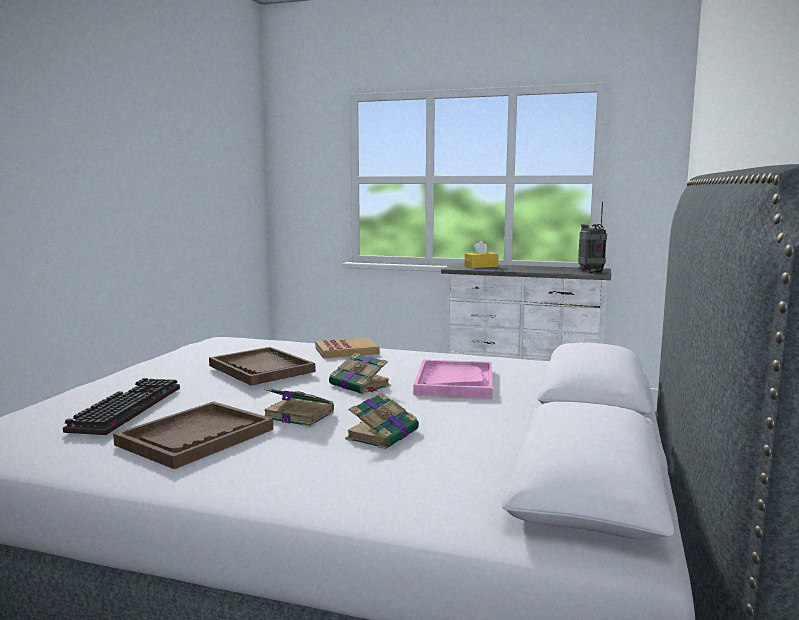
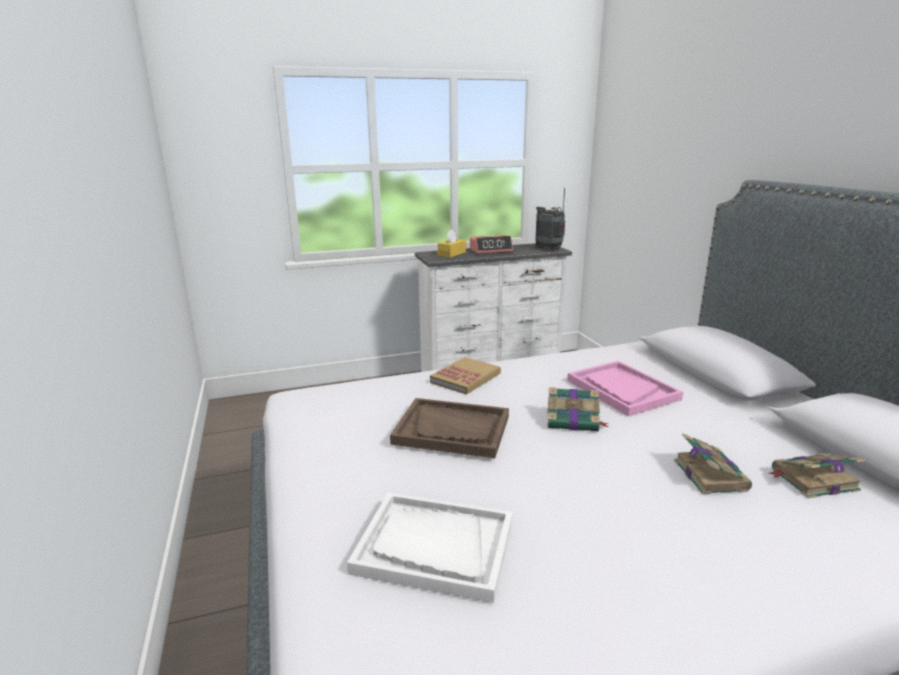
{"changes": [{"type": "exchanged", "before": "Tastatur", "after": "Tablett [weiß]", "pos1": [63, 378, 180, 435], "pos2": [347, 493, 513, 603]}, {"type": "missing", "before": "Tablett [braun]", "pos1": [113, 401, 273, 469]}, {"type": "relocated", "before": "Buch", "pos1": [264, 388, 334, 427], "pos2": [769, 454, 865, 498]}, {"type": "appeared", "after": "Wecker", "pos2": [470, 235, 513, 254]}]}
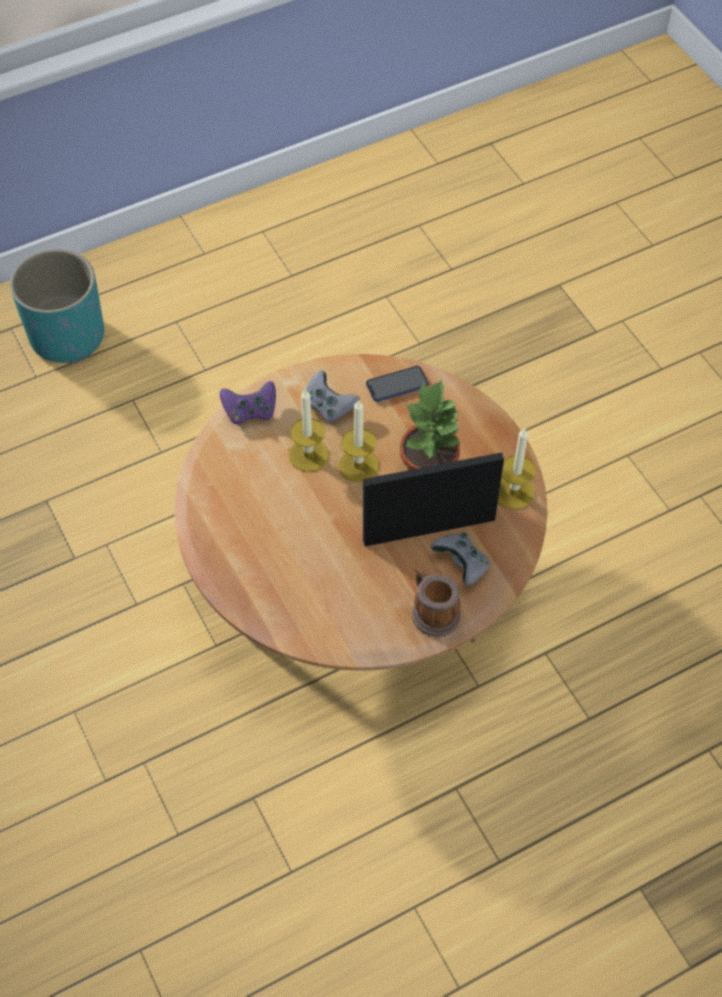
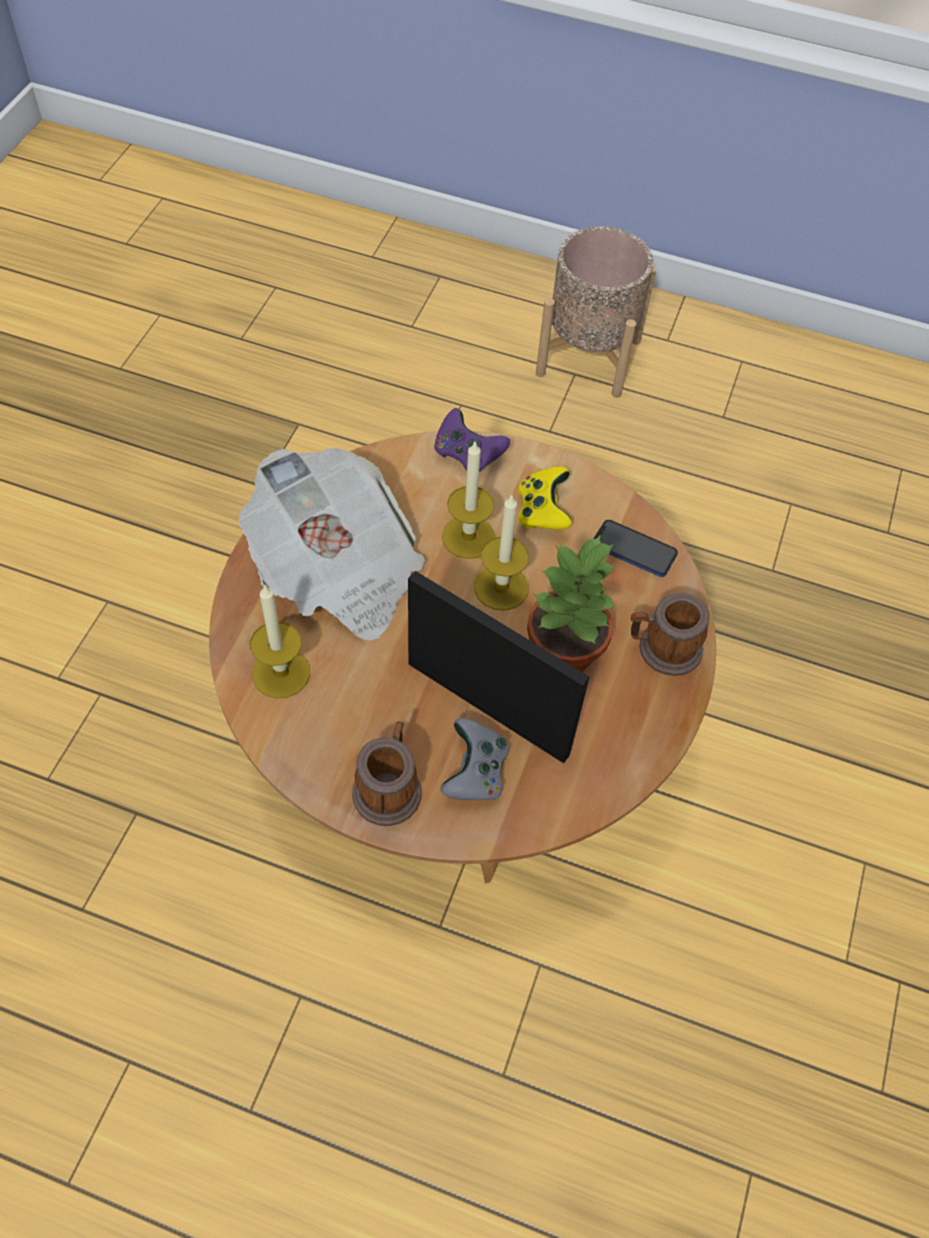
{"changes": [{"type": "missing", "before": "Pflanzkübel [türkis]", "pos1": [10, 249, 104, 364]}, {"type": "colour", "before": "Gamepad [grau]", "after": "Gamepad [gelb]", "pos1": [306, 370, 360, 423], "pos2": [518, 466, 572, 530]}, {"type": "relocated", "before": "Kerze", "pos1": [498, 427, 536, 510], "pos2": [250, 585, 310, 699]}, {"type": "appeared", "after": "Zeitung", "pos2": [239, 448, 425, 641]}, {"type": "appeared", "after": "Pflanzkübel [beige]", "pos2": [536, 226, 656, 398]}, {"type": "appeared", "after": "Henkelbecher", "pos2": [631, 593, 710, 676]}]}
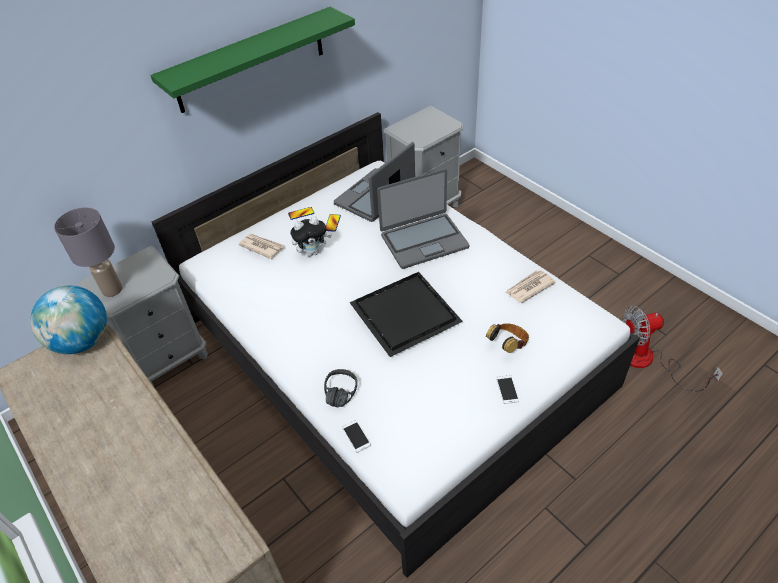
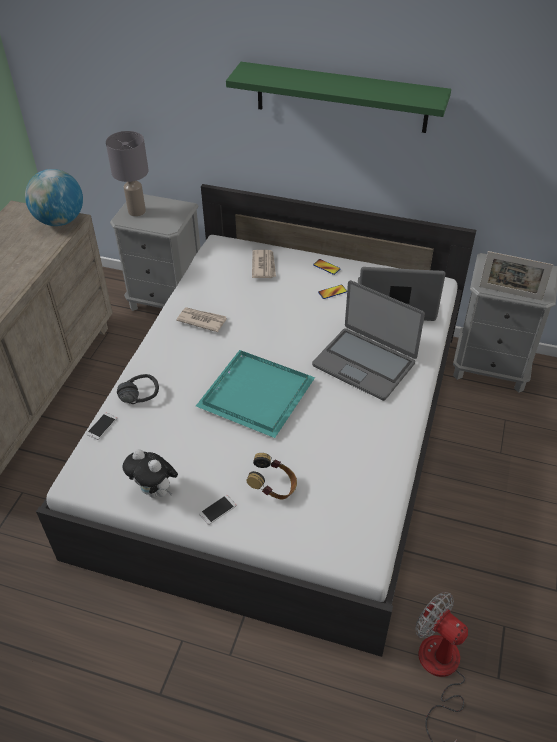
{"changes": [{"type": "relocated", "before": "Plüschtier", "pos1": [290, 217, 332, 256], "pos2": [122, 449, 178, 498]}, {"type": "colour", "before": "Tablett [schwarz]", "after": "Tablett [türkis]", "pos1": [349, 272, 463, 357], "pos2": [196, 350, 315, 438]}, {"type": "relocated", "before": "Zeitung", "pos1": [505, 270, 556, 303], "pos2": [176, 307, 227, 332]}, {"type": "appeared", "after": "Bilderrahmen", "pos2": [479, 251, 553, 300]}]}
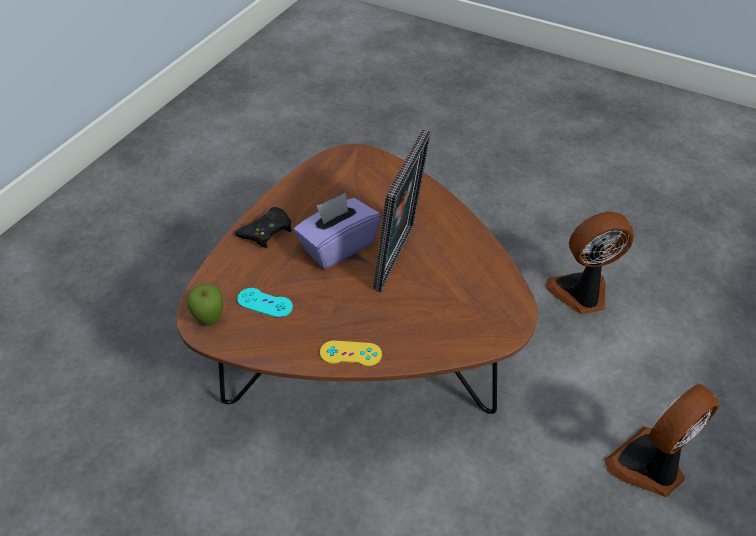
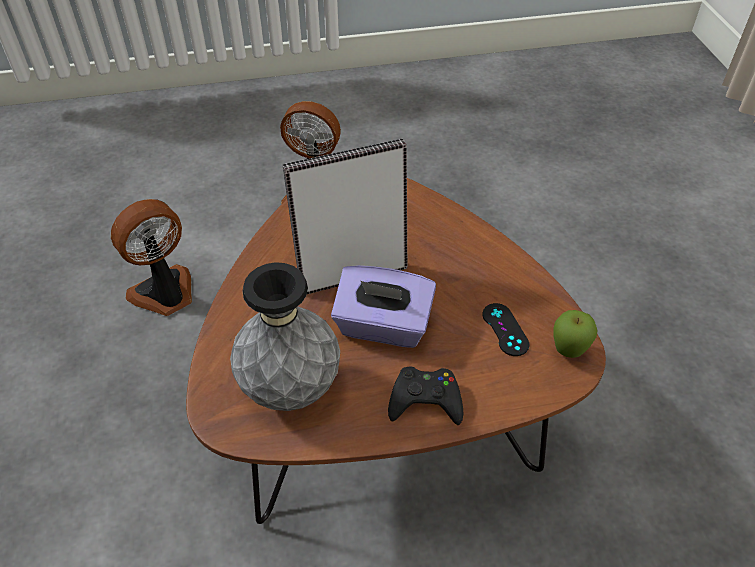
{"changes": [{"type": "colour", "before": "Gamepad [türkis]", "after": "Gamepad [schwarz]", "pos1": [237, 288, 293, 318], "pos2": [482, 303, 530, 356]}, {"type": "missing", "before": "Gamepad [gelb]", "pos1": [320, 341, 382, 366]}, {"type": "spun", "before": "Ventilator", "pos1": [545, 212, 634, 315], "pos2": [111, 199, 192, 316], "turn": 105}, {"type": "appeared", "after": "Vase [grau]", "pos2": [230, 262, 340, 411]}]}
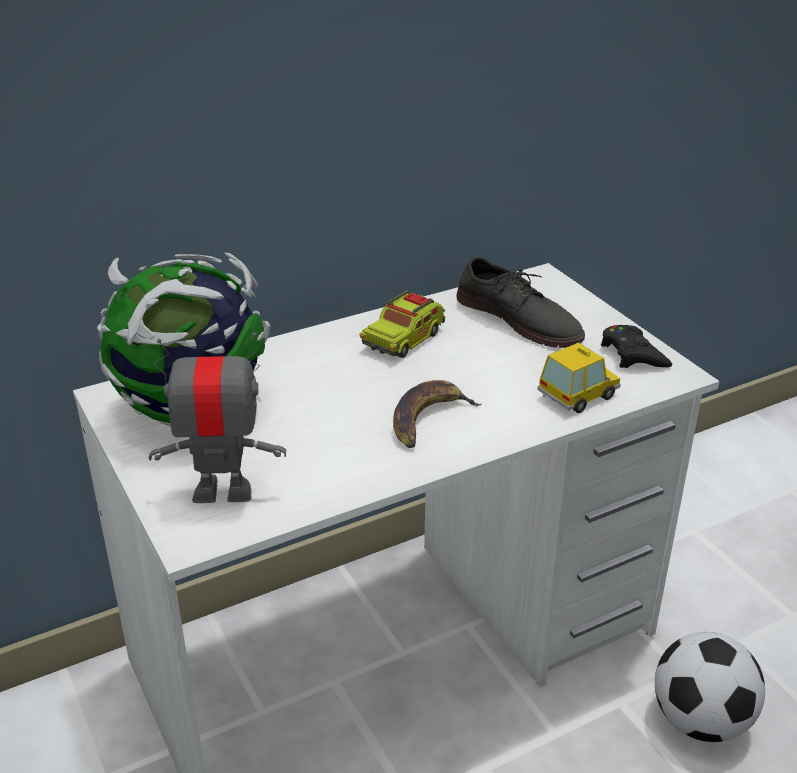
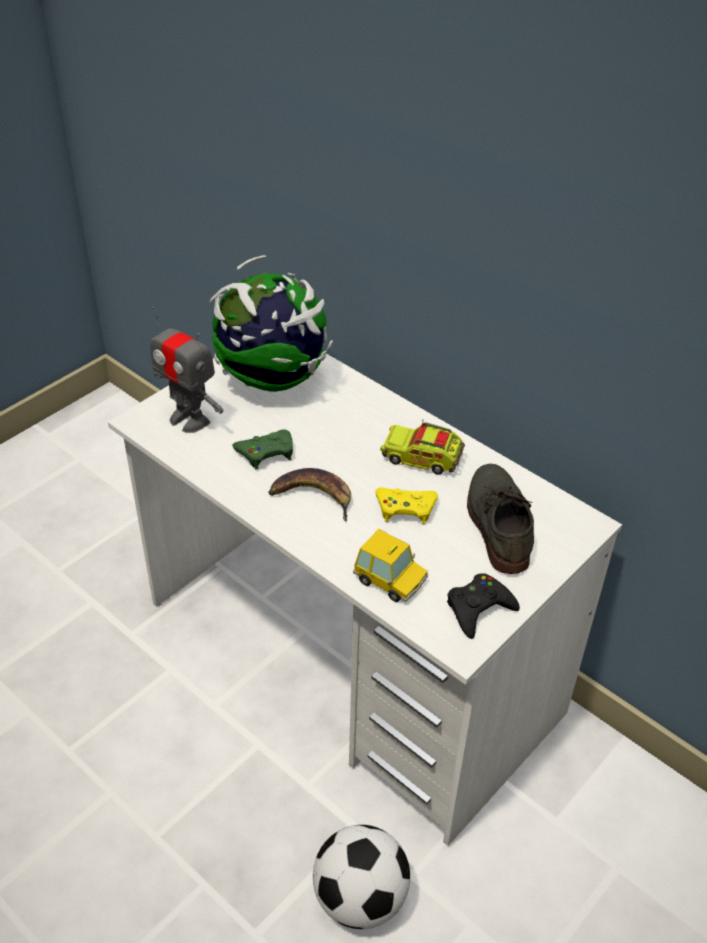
{"changes": [{"type": "spun", "before": "Spielzeugroboter", "pos1": [149, 332, 286, 503], "pos2": [150, 306, 223, 433], "turn": 150}, {"type": "spun", "before": "Schuh [grau]", "pos1": [456, 257, 585, 348], "pos2": [467, 464, 534, 574], "turn": 150}, {"type": "appeared", "after": "Gamepad [grün]", "pos2": [232, 429, 293, 470]}, {"type": "appeared", "after": "Gamepad [gelb]", "pos2": [376, 488, 438, 524]}]}
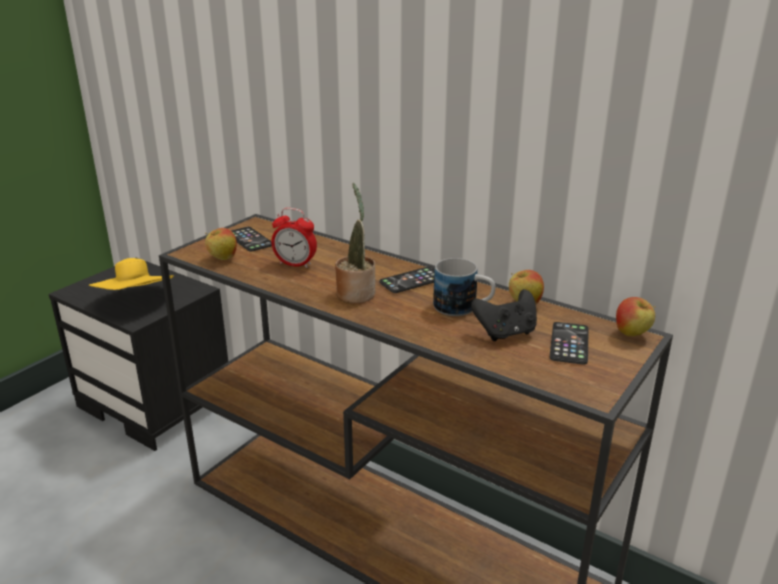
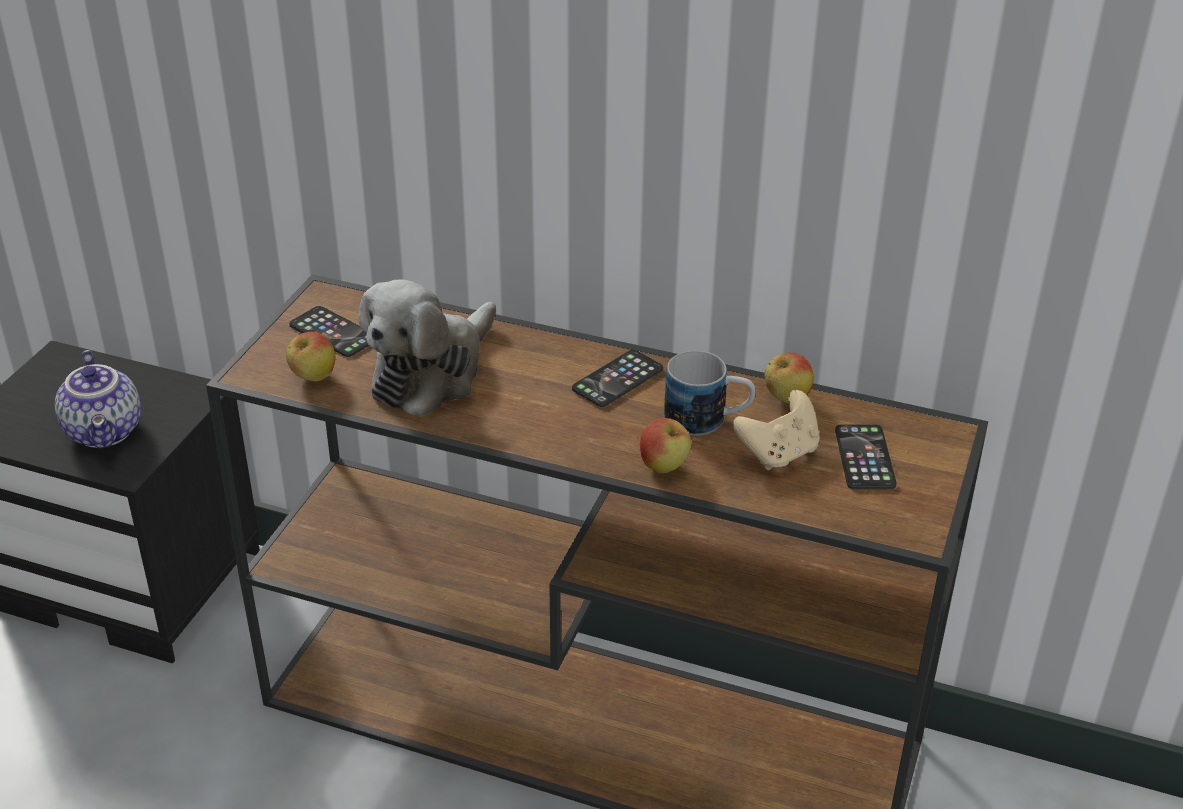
{"changes": [{"type": "exchanged", "before": "Hut [gelb]", "after": "Teekanne", "pos1": [89, 258, 174, 290], "pos2": [55, 350, 141, 449]}, {"type": "exchanged", "before": "Wecker", "after": "Plüschtier", "pos1": [271, 208, 317, 268], "pos2": [359, 279, 496, 417]}, {"type": "missing", "before": "Topfpflanze", "pos1": [335, 183, 375, 303]}, {"type": "colour", "before": "Gamepad [schwarz]", "after": "Gamepad [beige]", "pos1": [471, 289, 537, 341], "pos2": [733, 390, 820, 470]}, {"type": "relocated", "before": "Apfel", "pos1": [616, 297, 656, 336], "pos2": [640, 418, 691, 473]}]}
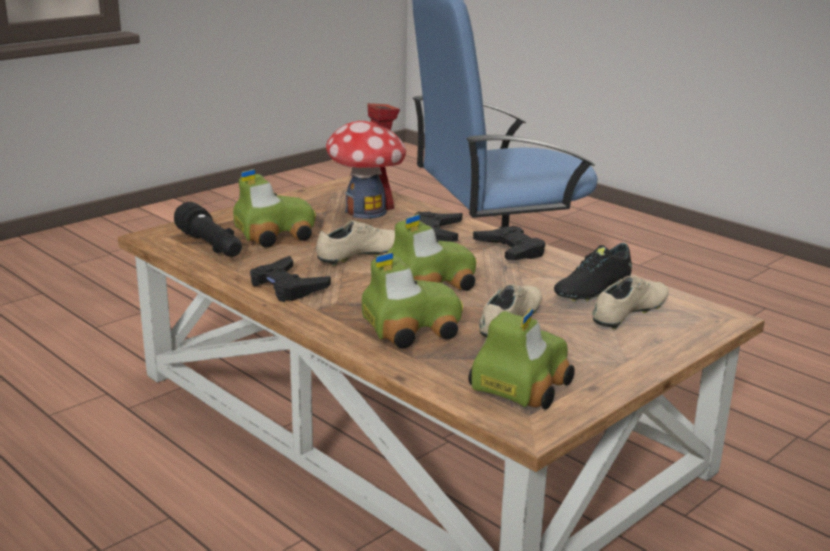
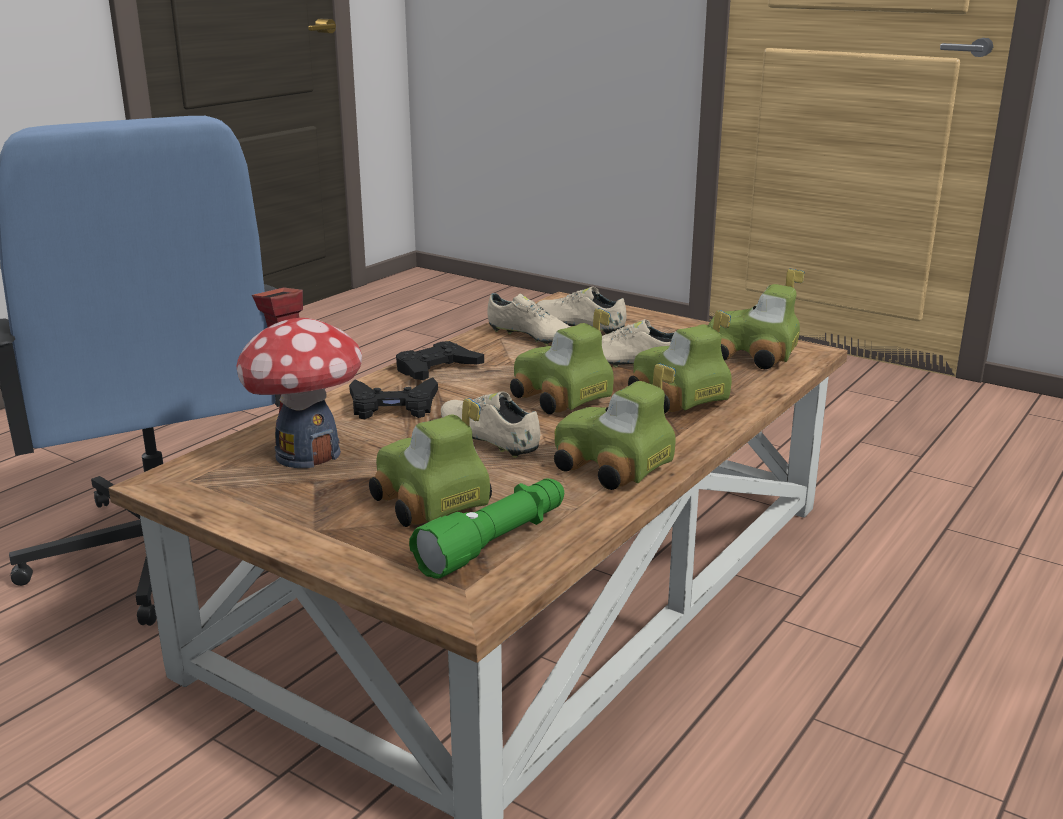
{"changes": [{"type": "colour", "before": "Taschenlampe [schwarz]", "after": "Taschenlampe [grün]", "pos1": [174, 202, 242, 257], "pos2": [409, 479, 564, 579]}, {"type": "exchanged", "before": "Gamepad [schwarz]", "after": "Spielzeugauto", "pos1": [250, 256, 331, 302], "pos2": [554, 363, 676, 490]}, {"type": "colour", "before": "Schuh [schwarz]", "after": "Schuh [beige]", "pos1": [554, 243, 632, 302], "pos2": [487, 293, 570, 346]}]}
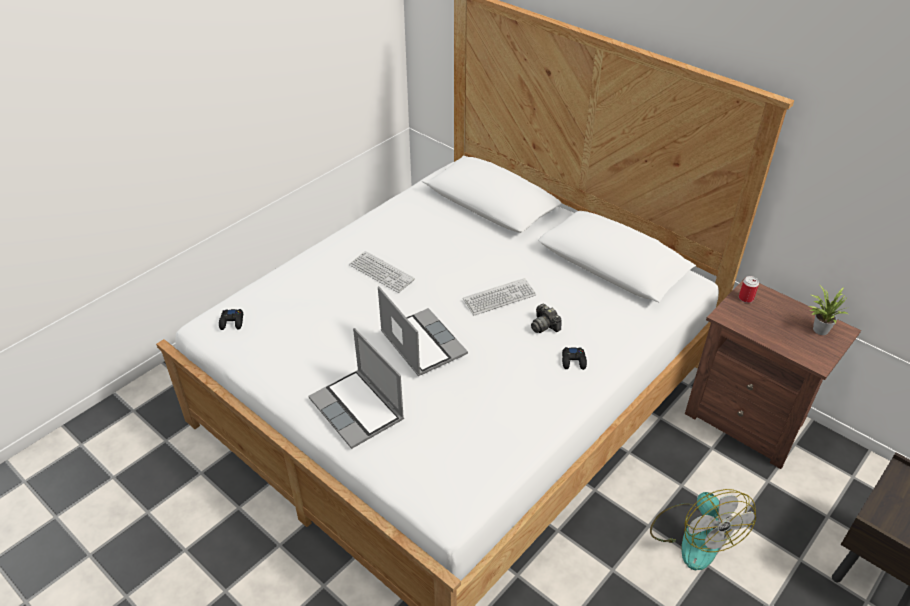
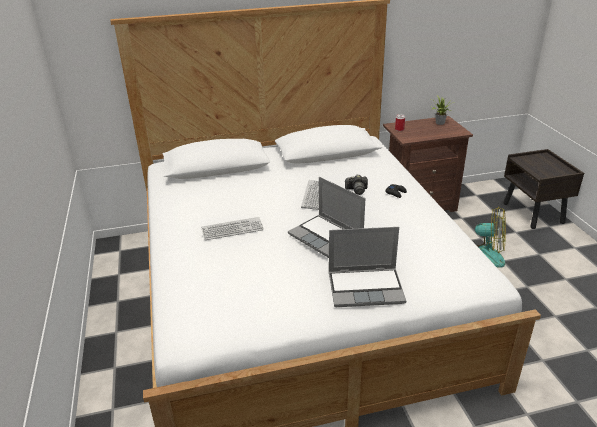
{"changes": [{"type": "missing", "before": "Gamepad [schwarz]", "pos1": [219, 309, 243, 330]}, {"type": "spun", "before": "Laptop", "pos1": [378, 286, 468, 376], "pos2": [288, 177, 365, 258], "turn": -135}]}
